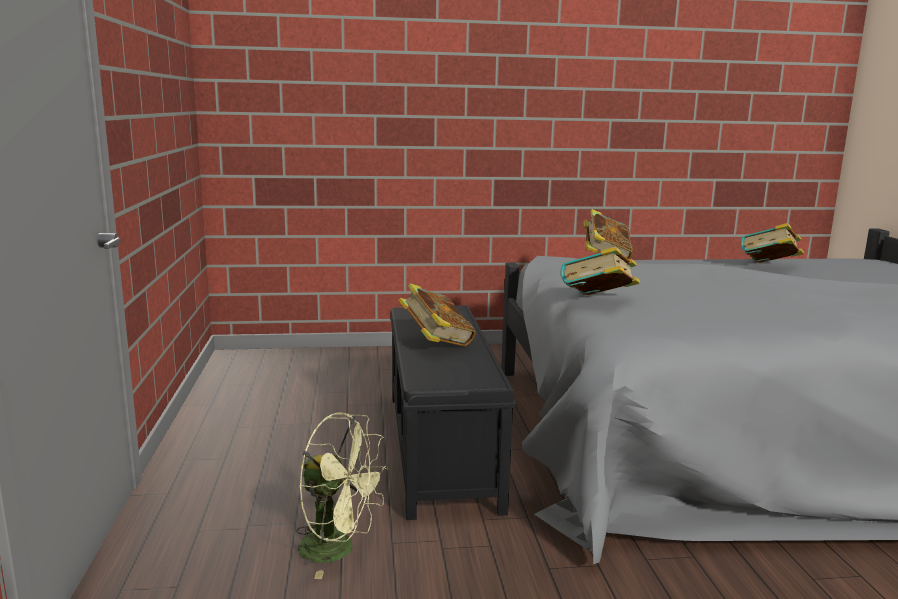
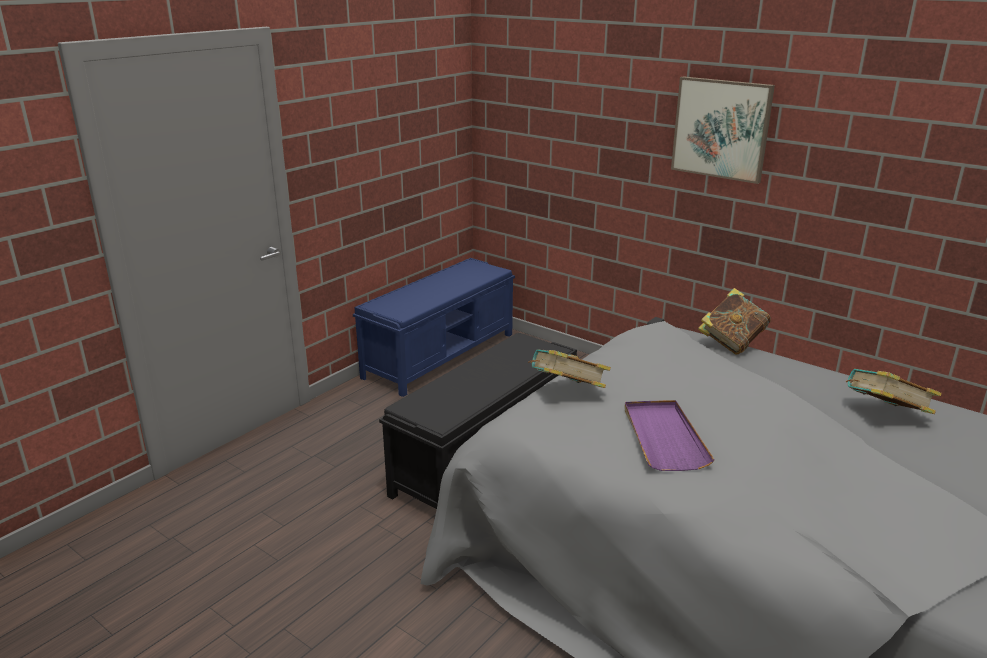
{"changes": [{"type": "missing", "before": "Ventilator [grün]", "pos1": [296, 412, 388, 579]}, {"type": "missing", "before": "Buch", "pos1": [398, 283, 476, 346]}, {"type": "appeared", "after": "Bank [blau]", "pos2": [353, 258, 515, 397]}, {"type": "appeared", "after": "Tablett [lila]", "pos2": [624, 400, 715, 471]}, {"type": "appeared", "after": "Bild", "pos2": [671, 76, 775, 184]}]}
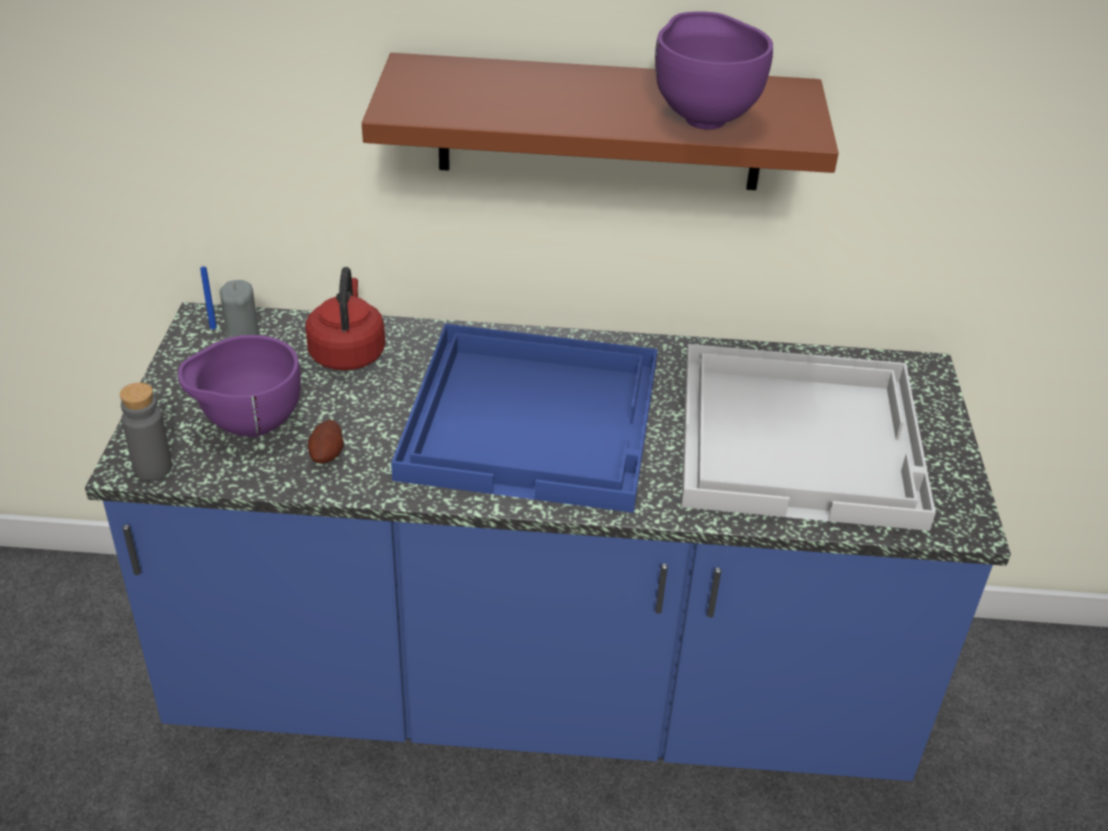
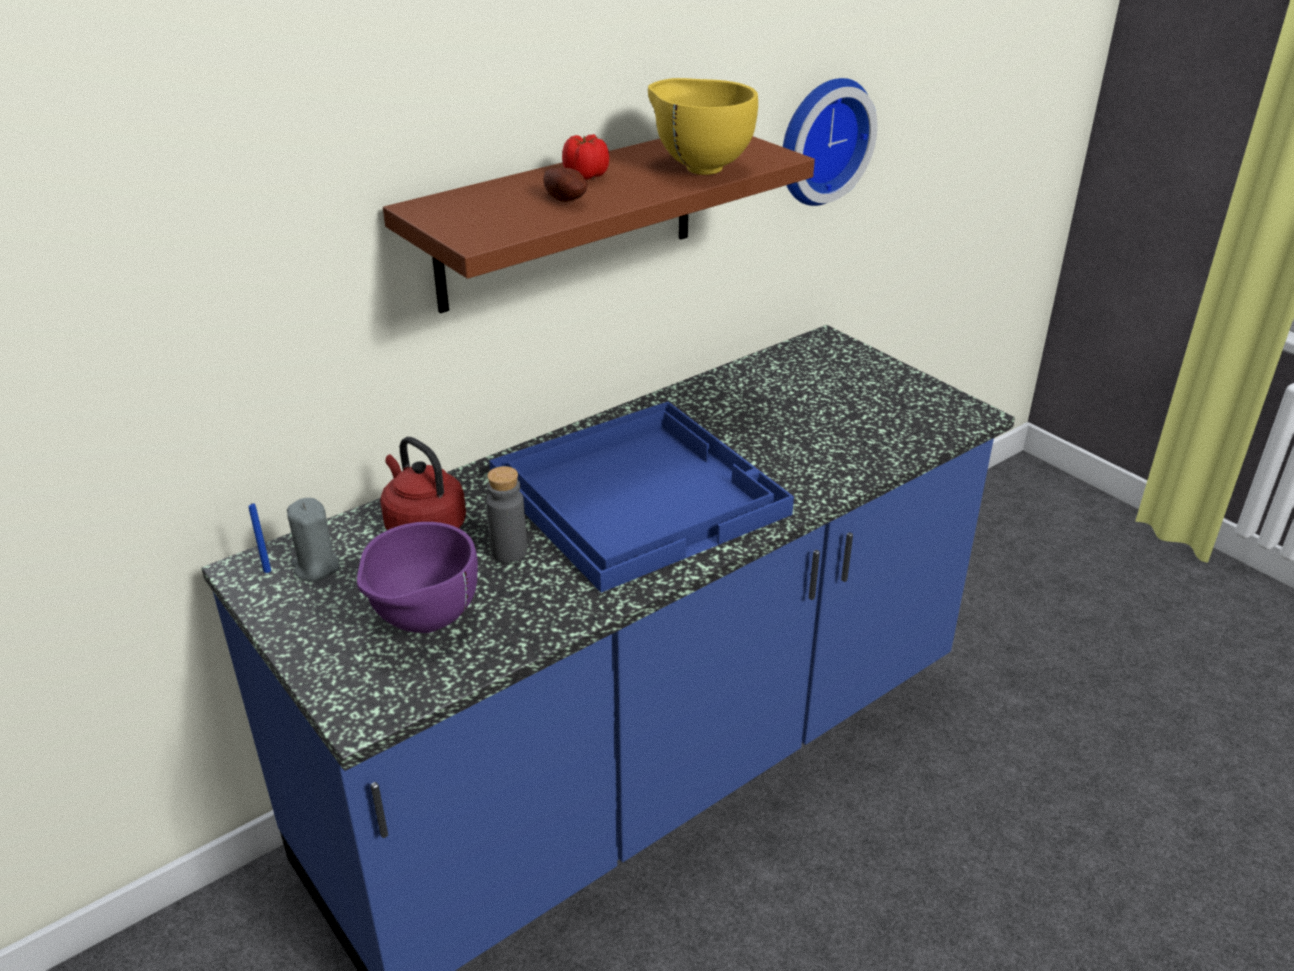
{"changes": [{"type": "relocated", "before": "Flasche [grau]", "pos1": [120, 383, 172, 480], "pos2": [486, 466, 527, 563]}, {"type": "relocated", "before": "Kartoffel", "pos1": [308, 420, 344, 463], "pos2": [544, 168, 587, 202]}, {"type": "colour", "before": "Schüssel [lila]", "after": "Schüssel [gelb]", "pos1": [655, 12, 773, 130], "pos2": [648, 78, 758, 175]}, {"type": "missing", "before": "Tablett [weiß]", "pos1": [682, 344, 936, 531]}, {"type": "appeared", "after": "Tomate", "pos2": [562, 134, 609, 180]}, {"type": "appeared", "after": "Wanduhr", "pos2": [783, 78, 877, 206]}]}
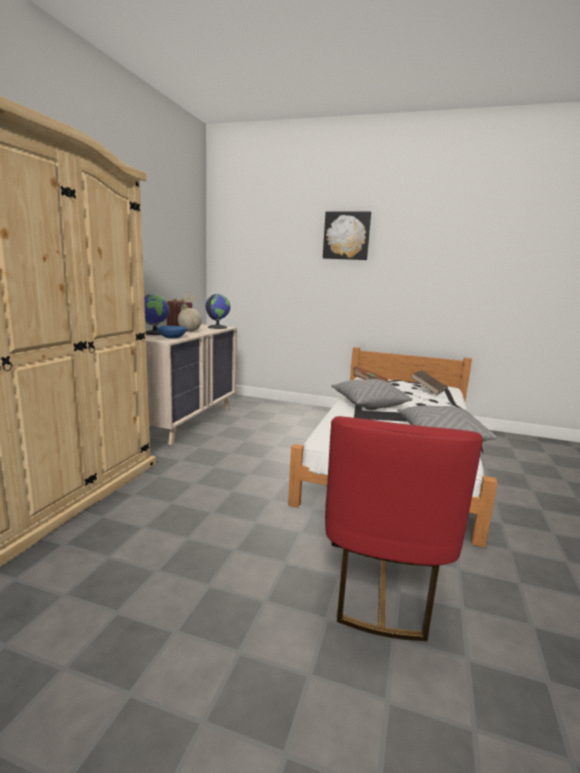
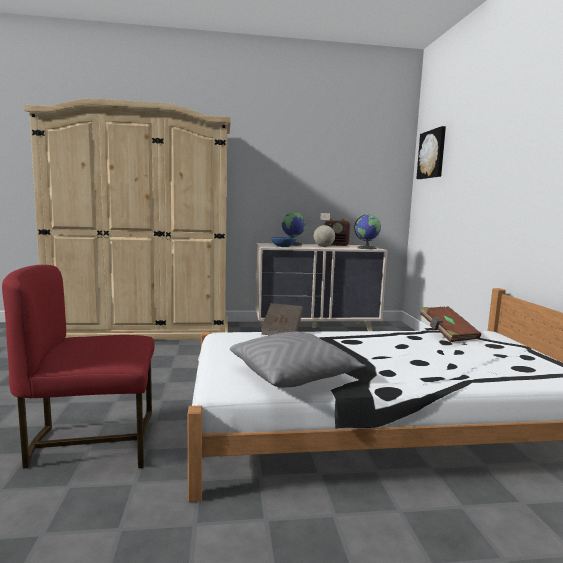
{"changes": [{"type": "relocated", "before": "Bild", "pos1": [323, 211, 371, 260], "pos2": [416, 126, 446, 179]}, {"type": "missing", "before": "Kissen [grau]", "pos1": [331, 379, 412, 409]}, {"type": "relocated", "before": "Buch [braun]", "pos1": [411, 370, 447, 395], "pos2": [261, 303, 303, 335]}]}
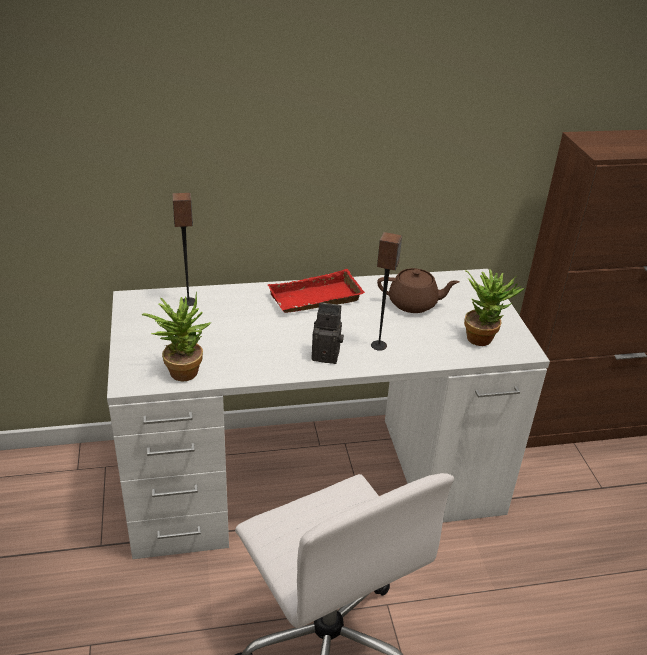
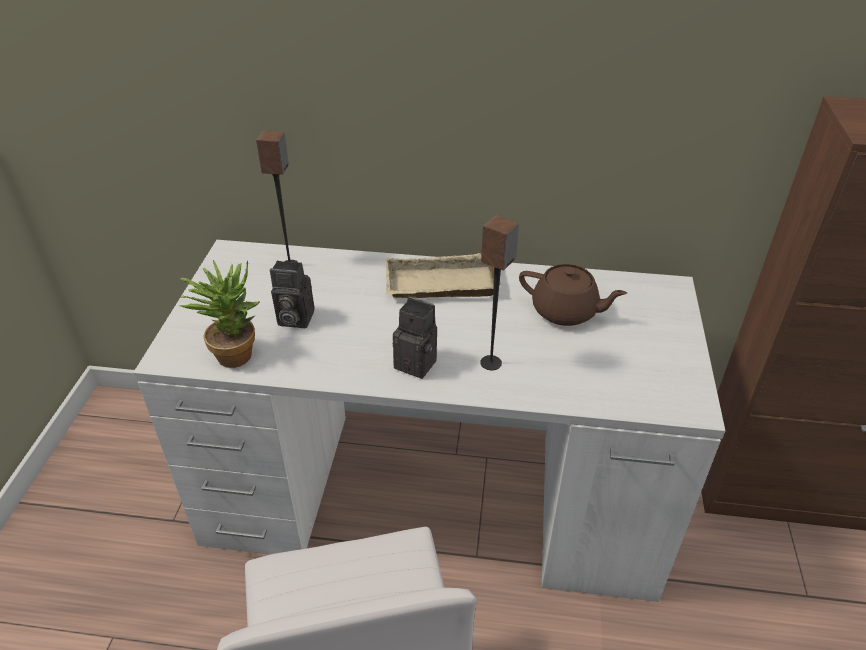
{"changes": [{"type": "colour", "before": "Tablett [rot]", "after": "Tablett [beige]", "pos1": [267, 269, 365, 313], "pos2": [386, 253, 502, 298]}, {"type": "missing", "before": "Topfpflanze", "pos1": [464, 269, 524, 346]}, {"type": "appeared", "after": "Kamera", "pos2": [270, 261, 315, 328]}]}
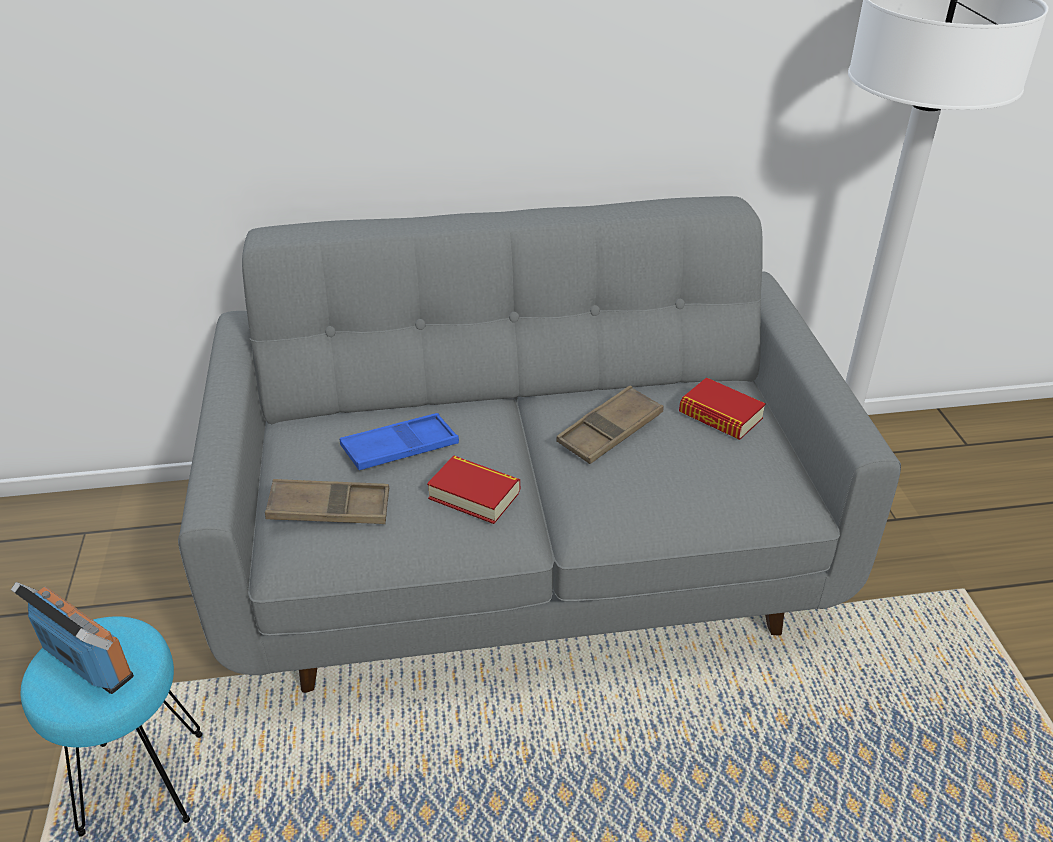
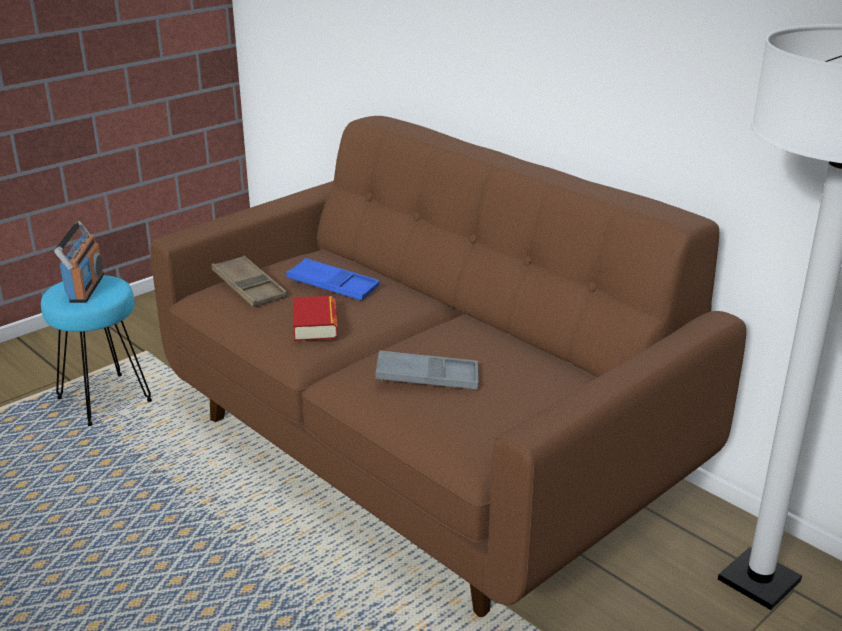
{"changes": [{"type": "colour", "before": "Sofa [grau]", "after": "Sofa [braun]", "pos1": [178, 196, 901, 693], "pos2": [150, 116, 746, 617]}, {"type": "missing", "before": "Tablett [braun]", "pos1": [556, 385, 664, 464]}, {"type": "missing", "before": "Buch", "pos1": [679, 377, 766, 440]}, {"type": "appeared", "after": "Tablett [grau]", "pos2": [375, 350, 479, 390]}]}
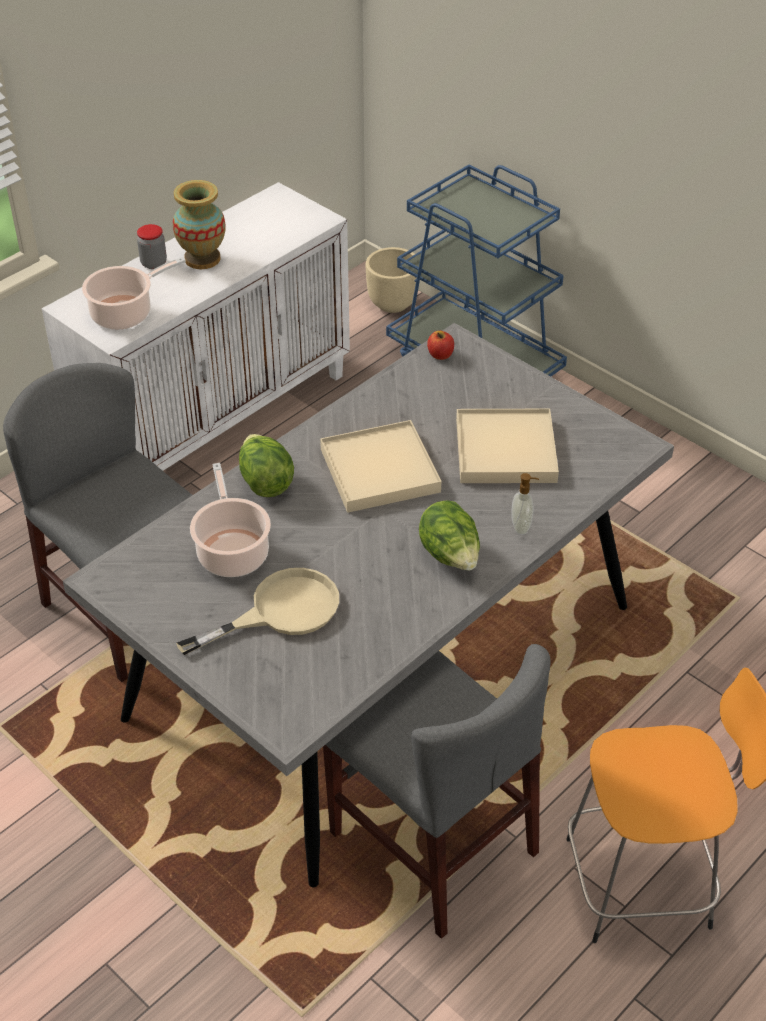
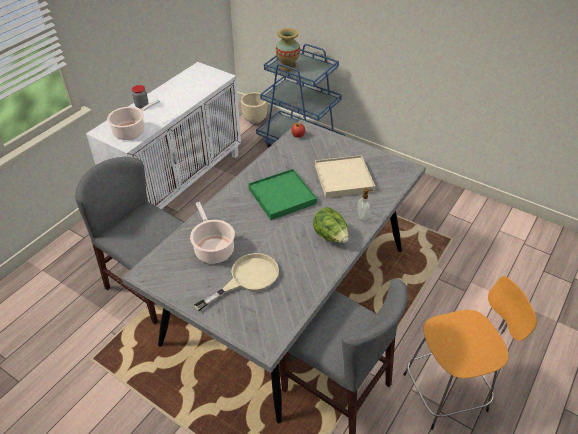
{"changes": [{"type": "relocated", "before": "Vase", "pos1": [173, 180, 226, 269], "pos2": [276, 28, 300, 71]}, {"type": "missing", "before": "Salatkopf", "pos1": [239, 434, 294, 497]}, {"type": "colour", "before": "Tablett [beige]", "after": "Tablett [grün]", "pos1": [320, 420, 441, 513], "pos2": [248, 169, 317, 220]}]}
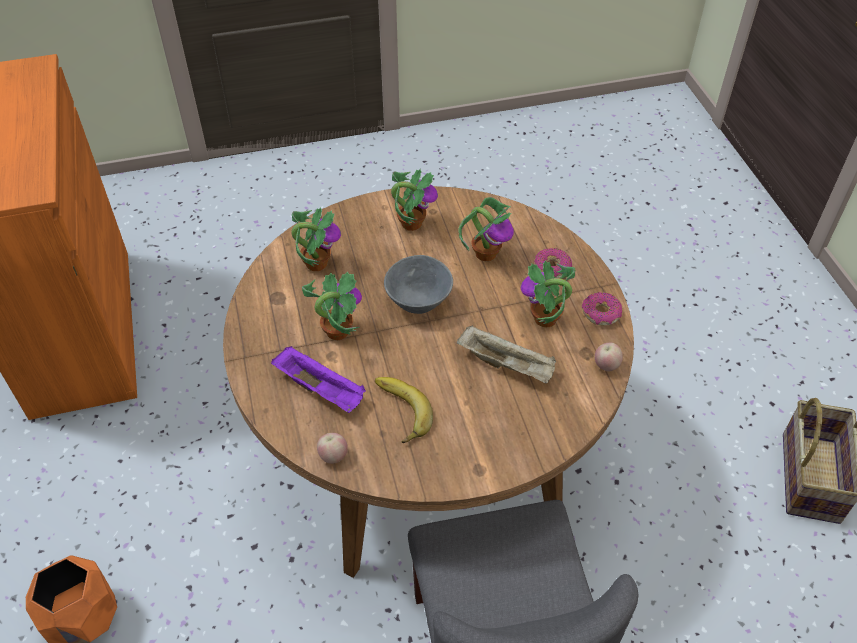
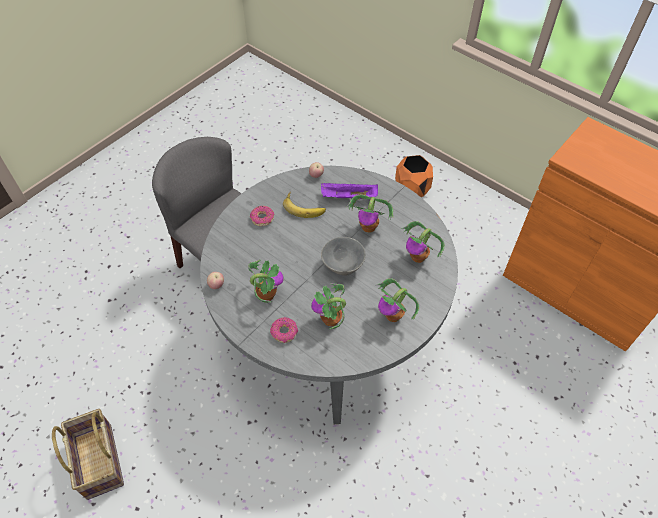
{"changes": [{"type": "colour", "before": "Esstisch [braun]", "after": "Esstisch [grau]", "pos1": [223, 186, 634, 578], "pos2": [200, 166, 458, 425]}, {"type": "missing", "before": "Tablett [beige]", "pos1": [457, 325, 556, 384]}, {"type": "relocated", "before": "Donut", "pos1": [582, 292, 622, 326], "pos2": [250, 206, 275, 226]}]}
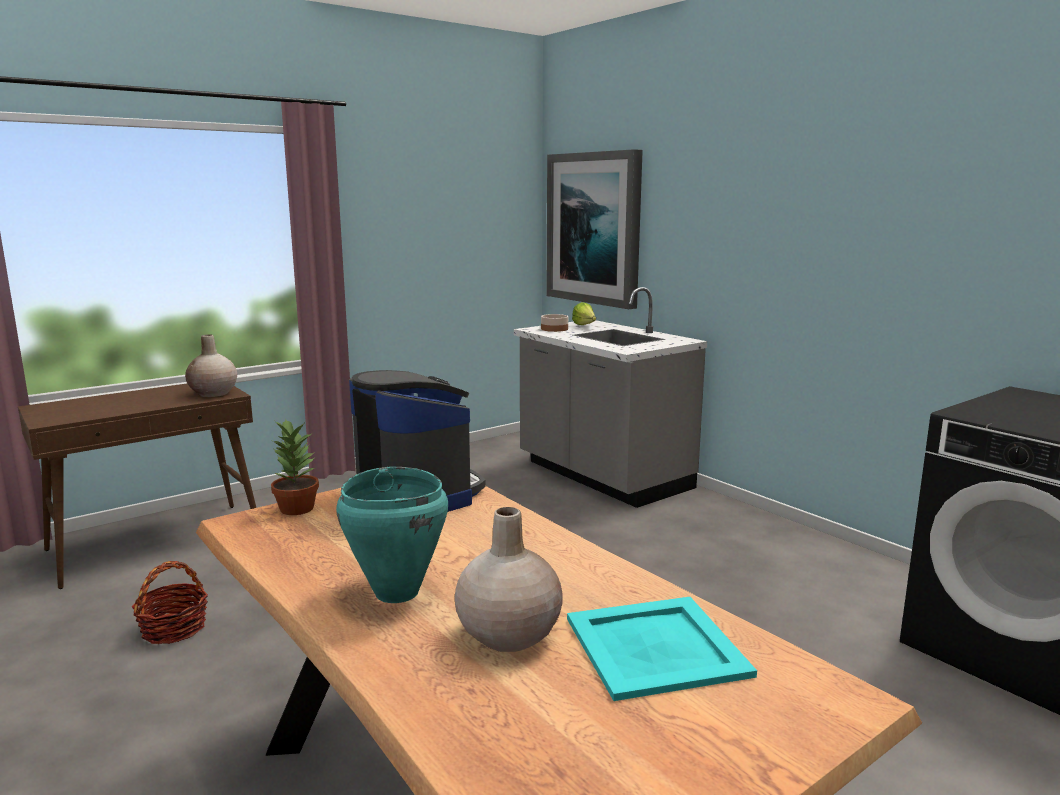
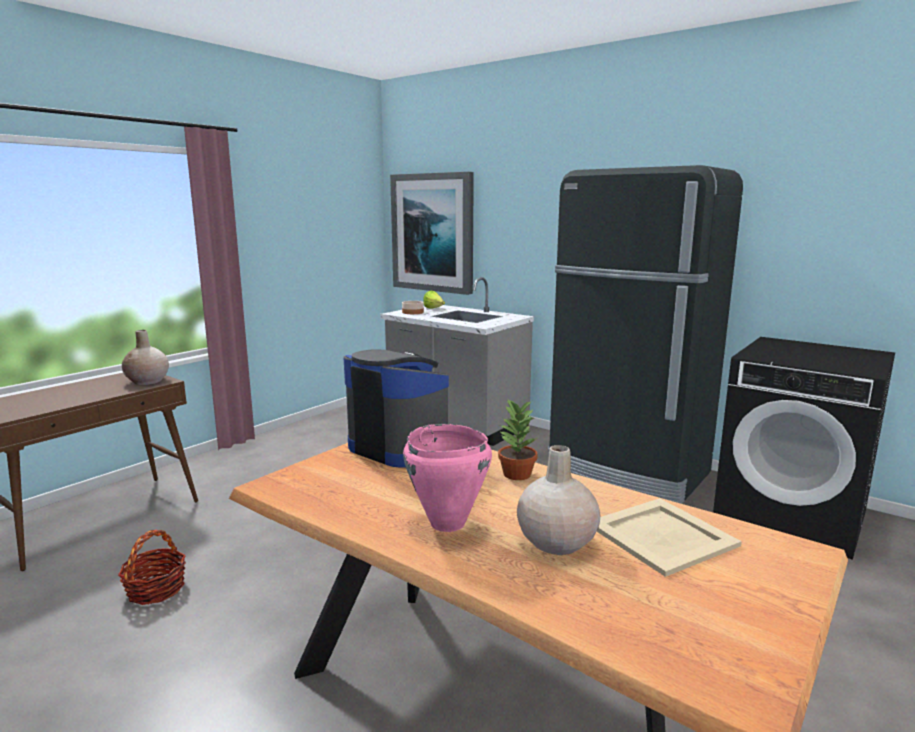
{"changes": [{"type": "relocated", "before": "Topfpflanze", "pos1": [271, 419, 319, 515], "pos2": [498, 400, 537, 480]}, {"type": "colour", "before": "Kochtopf [türkis]", "after": "Kochtopf [rosa]", "pos1": [336, 467, 448, 603], "pos2": [403, 424, 492, 532]}, {"type": "colour", "before": "Tablett [türkis]", "after": "Tablett [beige]", "pos1": [567, 597, 757, 701], "pos2": [597, 498, 742, 577]}, {"type": "appeared", "after": "Kühlschrank [schwarz]", "pos2": [548, 165, 743, 504]}]}
